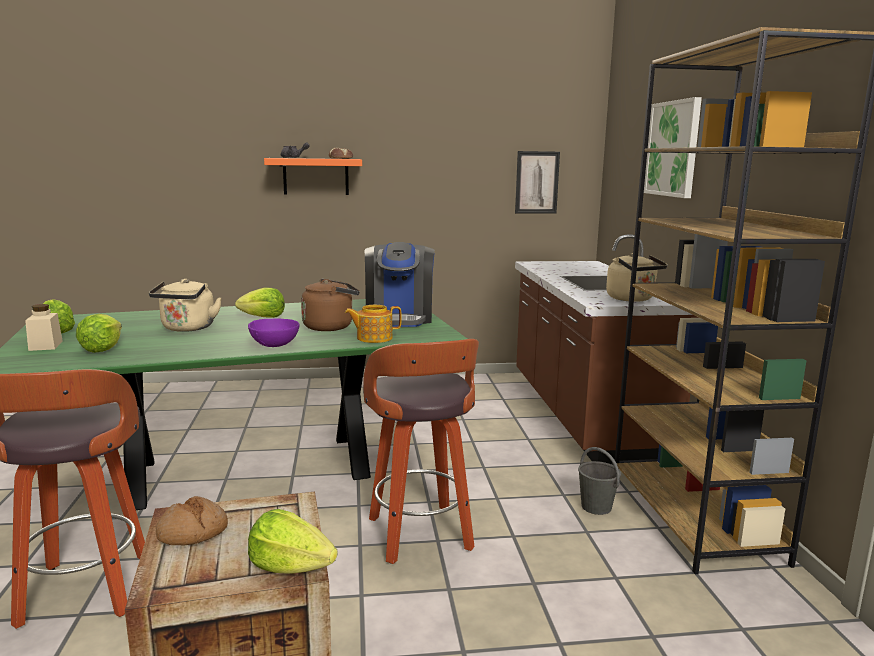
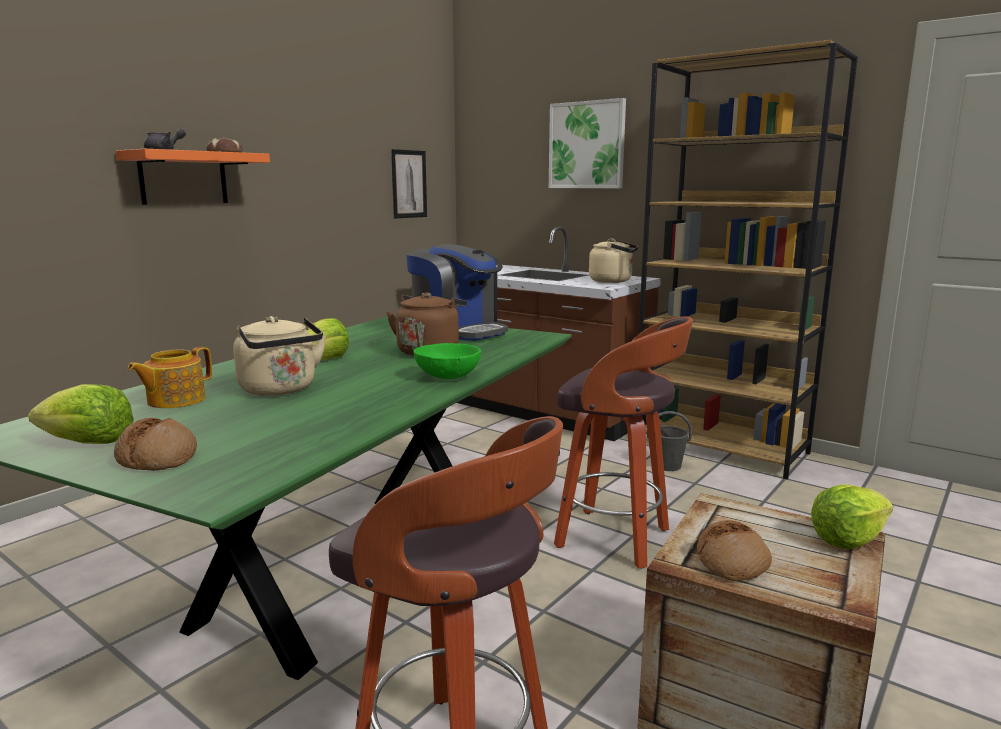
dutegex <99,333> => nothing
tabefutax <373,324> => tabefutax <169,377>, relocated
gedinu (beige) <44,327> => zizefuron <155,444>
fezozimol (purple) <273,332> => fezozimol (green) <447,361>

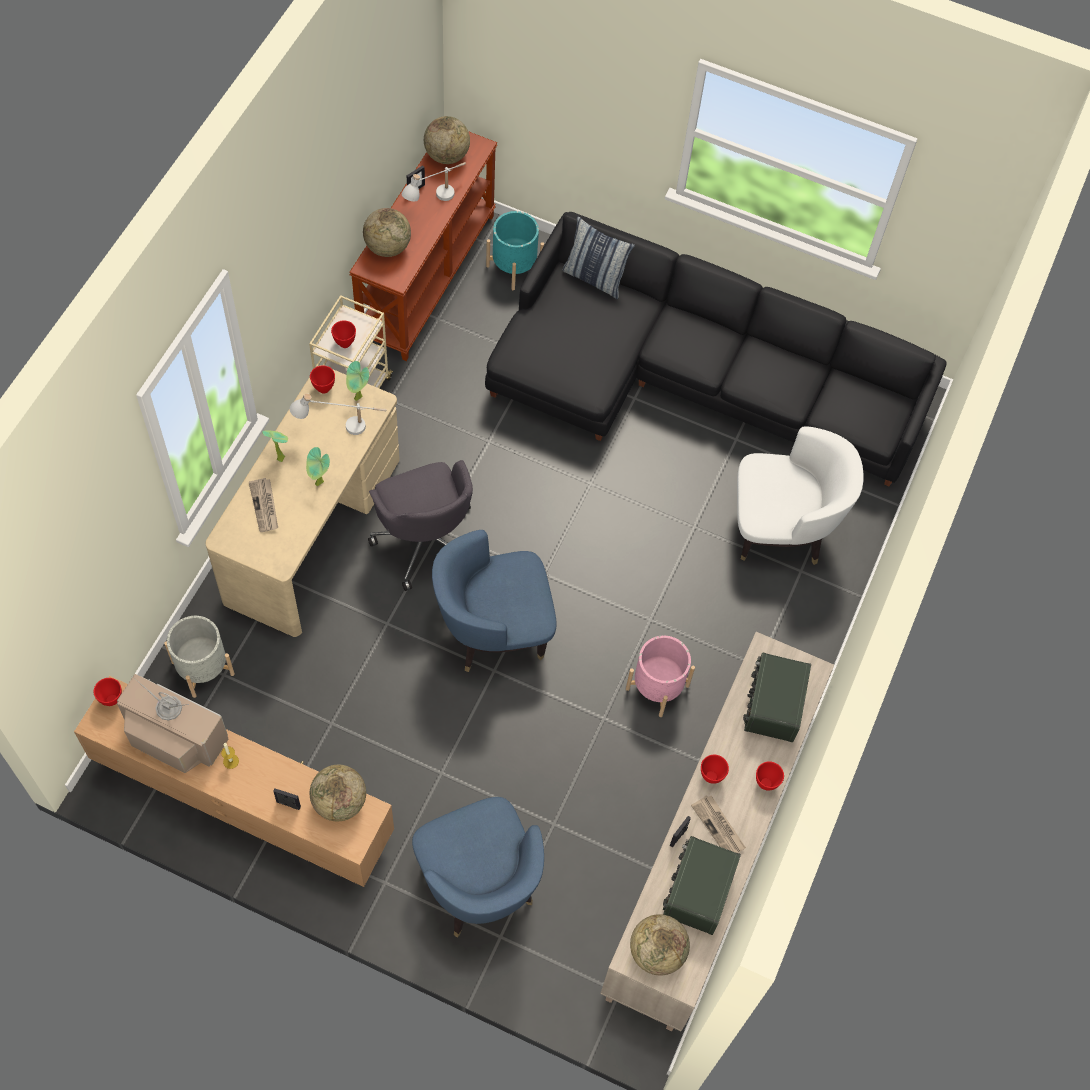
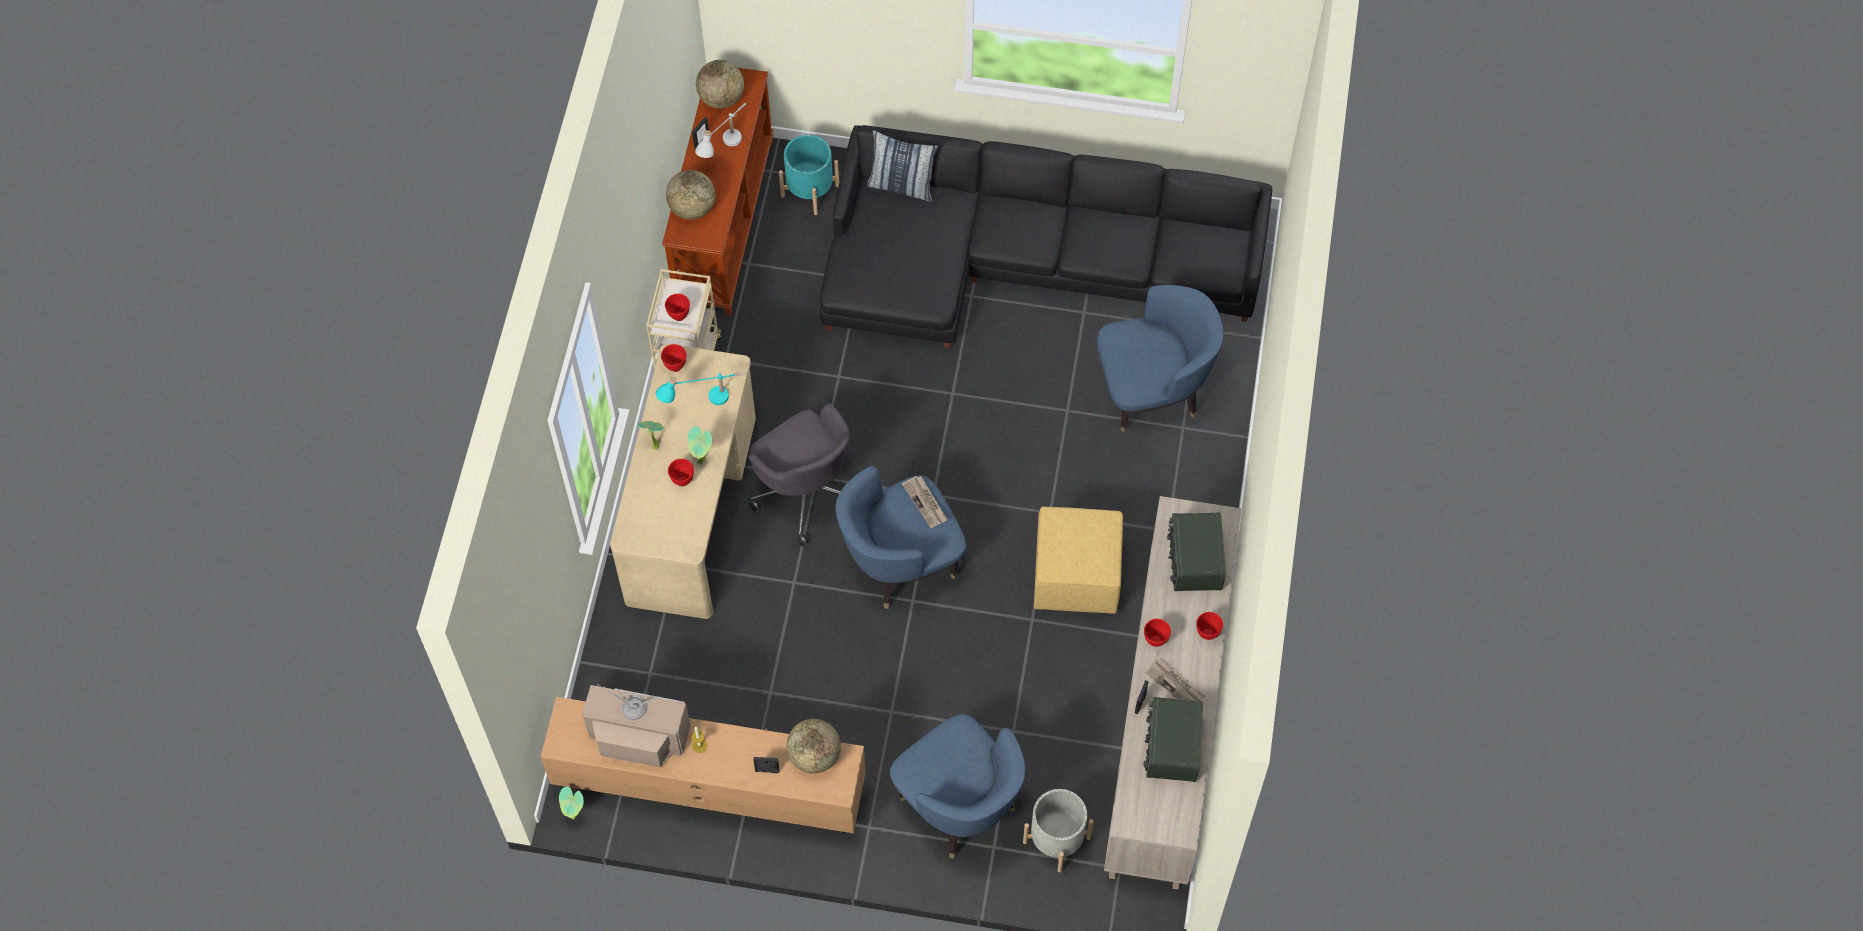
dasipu <660,945> => nothing
fezozimol (red) <108,692> => fezozimol (red) <681,472>, relocated
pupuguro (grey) <199,657> => pupuguro (grey) <1058,830>, relocated
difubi <263,505> => difubi <925,502>, relocated
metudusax <357,381> => metudusax <571,803>, relocated
pupuguro (pink) <660,676> => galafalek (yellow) <1078,560>
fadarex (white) <337,414> => fadarex (turquoise) <701,388>
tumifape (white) <800,495> => tumifape (blue) <1160,358>

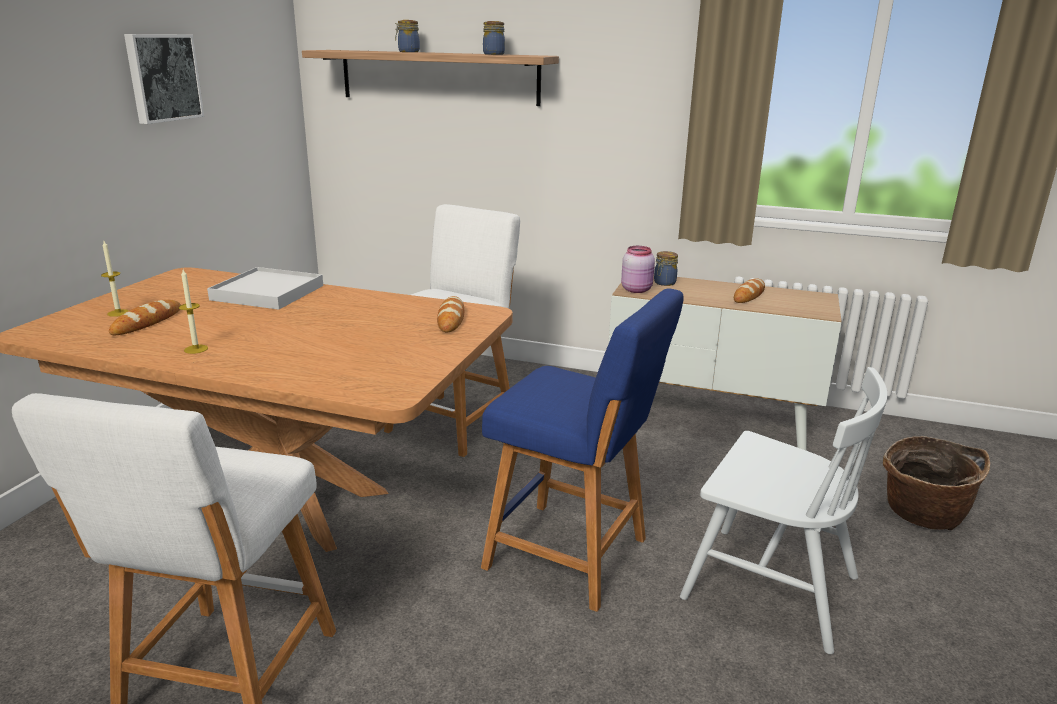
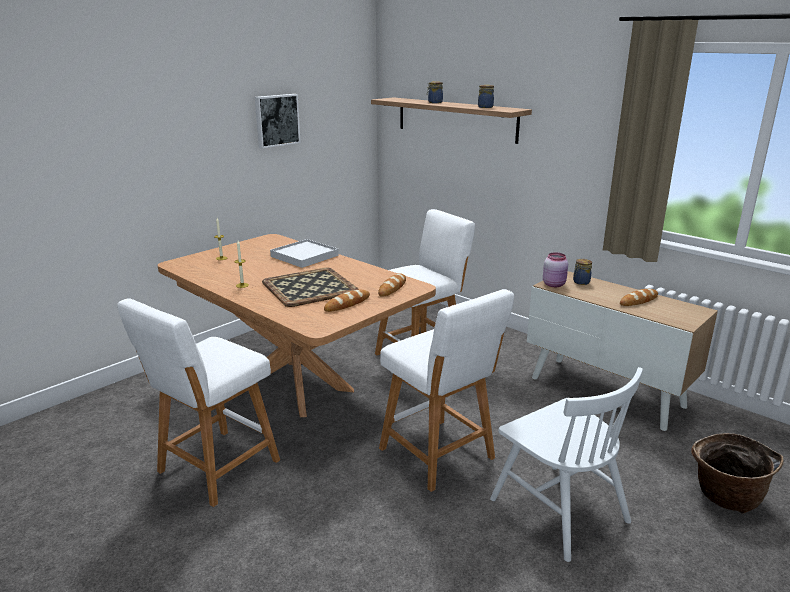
nothing => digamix <310,287>
zizefuron <145,317> => zizefuron <347,301>, relocated
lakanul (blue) <582,450> => lakanul (white) <446,390>

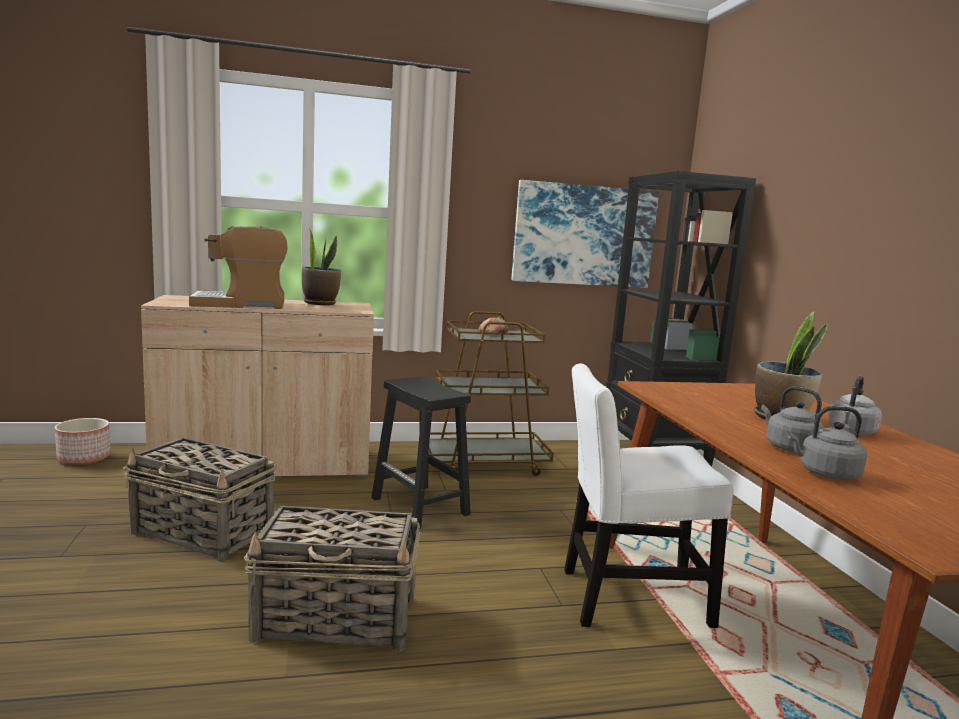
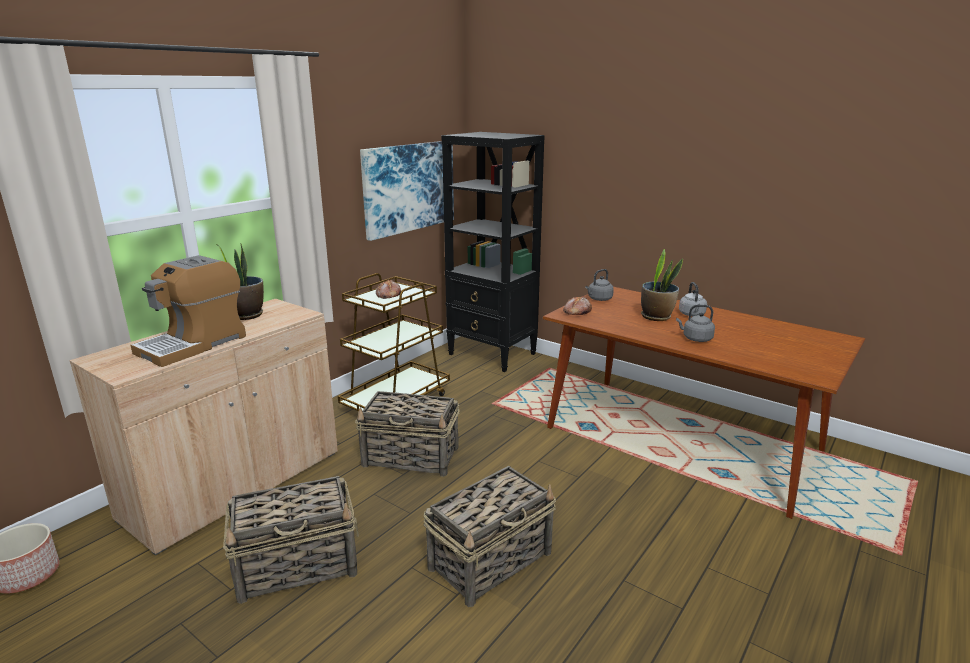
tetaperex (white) <648,496> => nothing
nothing => zizefuron <577,305>
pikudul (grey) <827,443> => pikudul (grey) <599,285>, relocated
lakanul (black) <421,452> => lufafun <407,434>

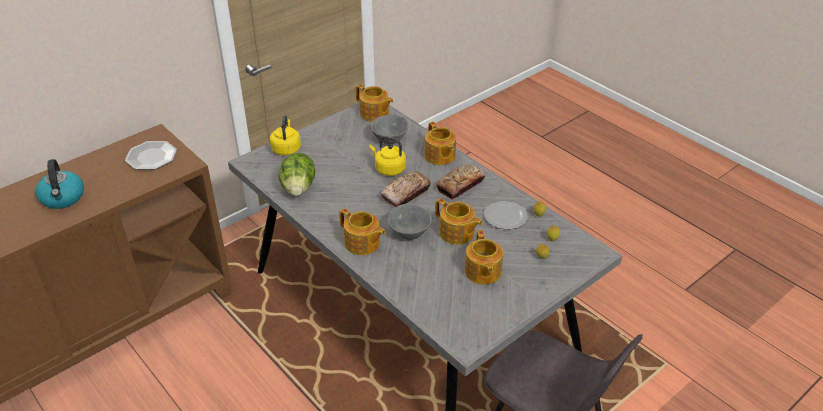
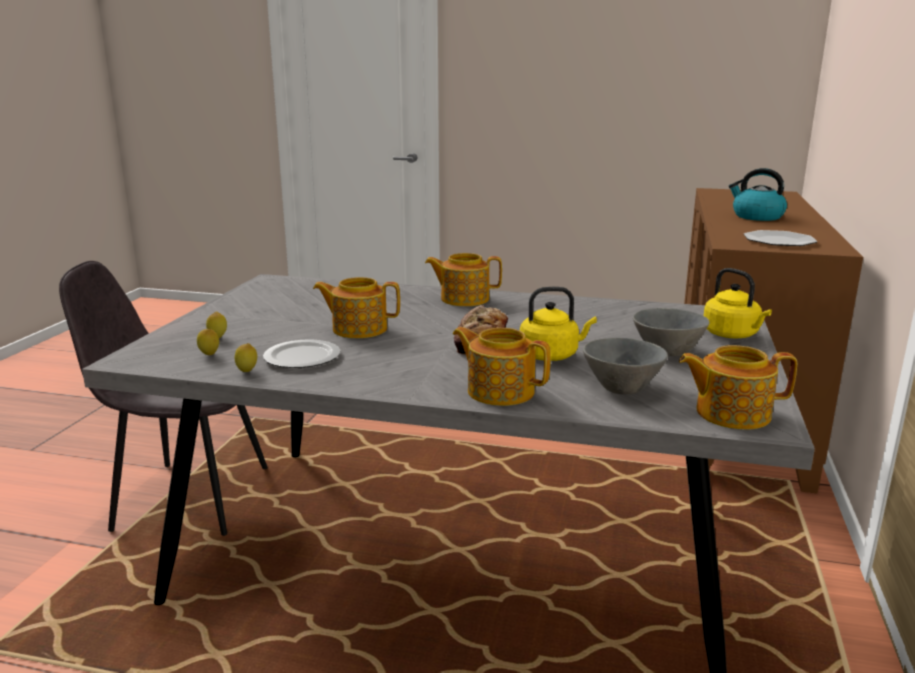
dutegex <296,174> => nothing
zizefuron <460,182> => nothing
tabefutax <484,257> => nothing
fezozimol (grey) <410,222> => fezozimol (grey) <671,332>, relocated

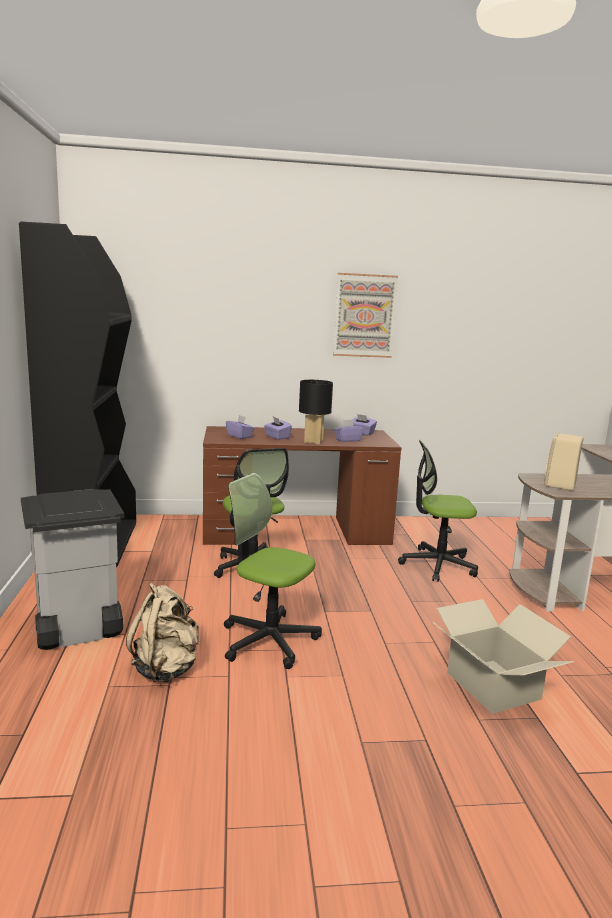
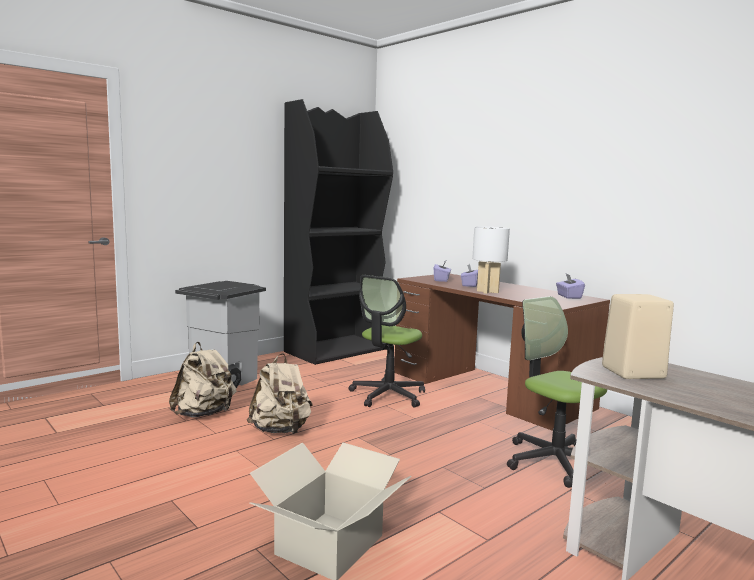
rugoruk <365,315> => nothing
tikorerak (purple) <349,431> => nothing
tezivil <273,571> => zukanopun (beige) <280,393>
fadarex (black) <316,412> => fadarex (white) <491,260>

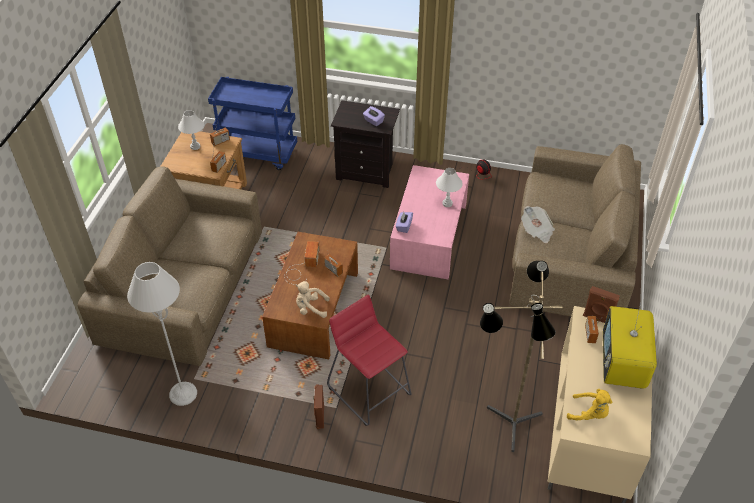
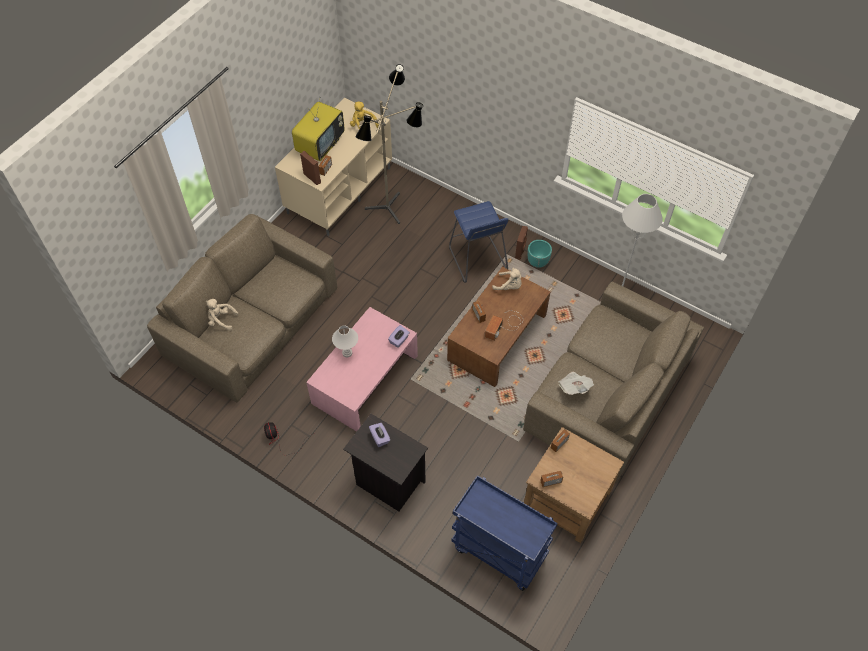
fadarex (white) <191,130> => nothing
nothing => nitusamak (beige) <222,315>
nothing => pupuguro (turquoise) <540,254>
difubi <538,224> => difubi <576,383>, relocated
lakanul (red) <369,360> => lakanul (blue) <478,242>

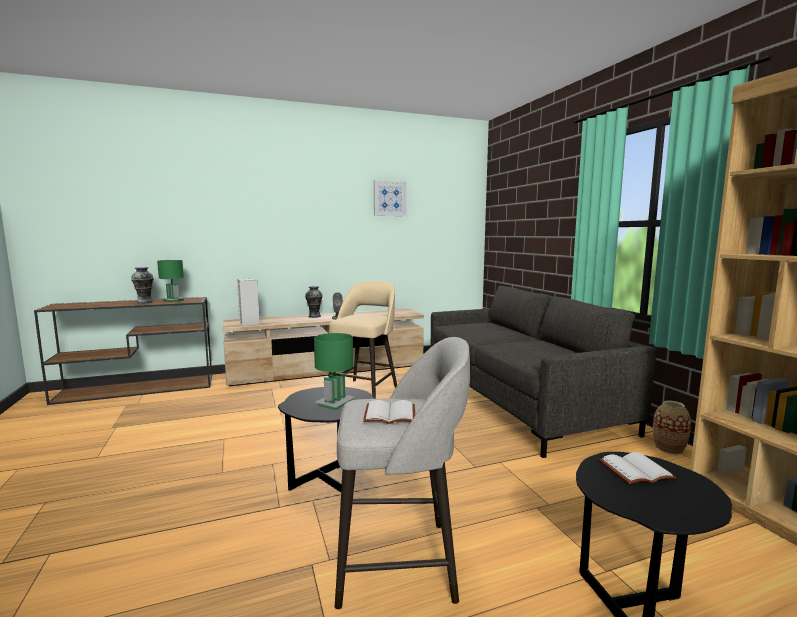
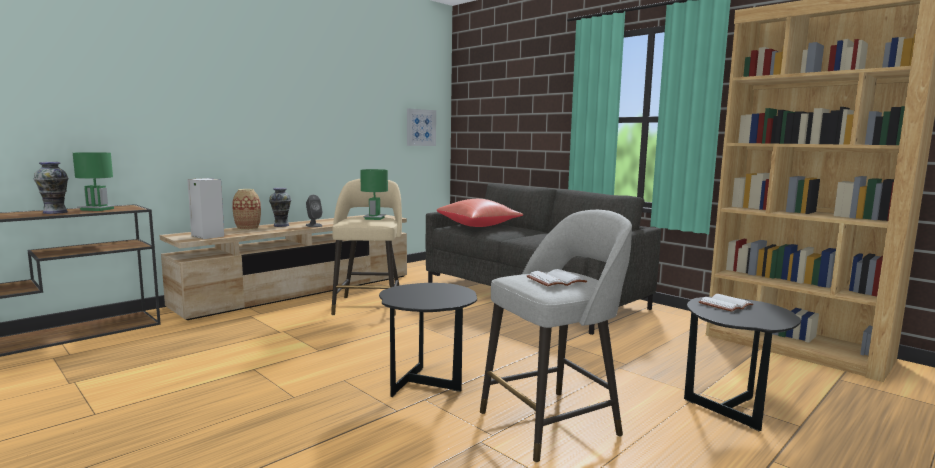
nothing => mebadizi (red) <480,213>
fadarex (green) <334,371> => fadarex (green) <374,194>, relocated
rugoruk <390,198> => rugoruk <421,127>, relocated
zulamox <672,427> => zulamox <246,209>, relocated

